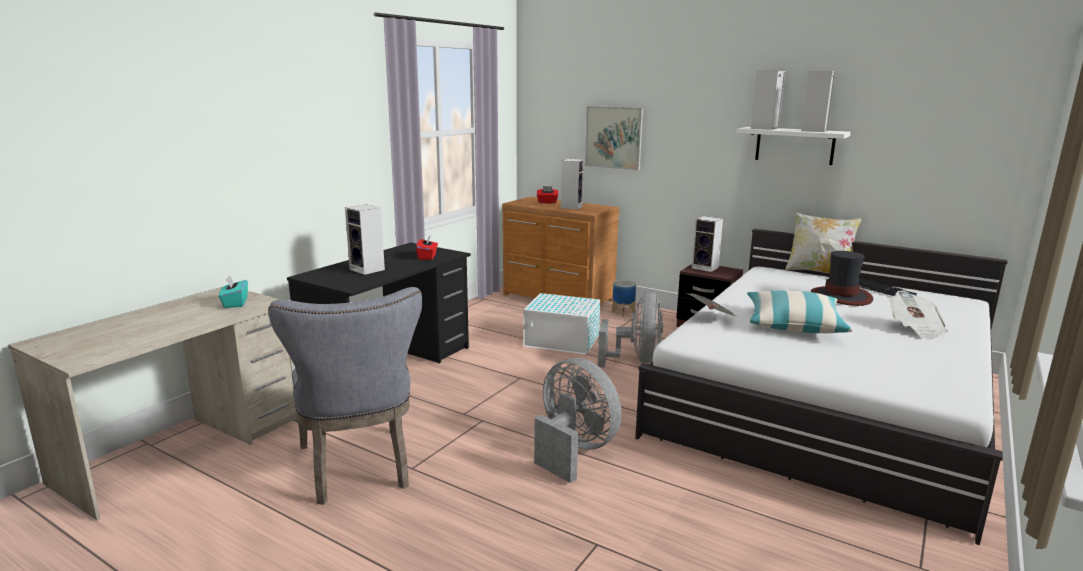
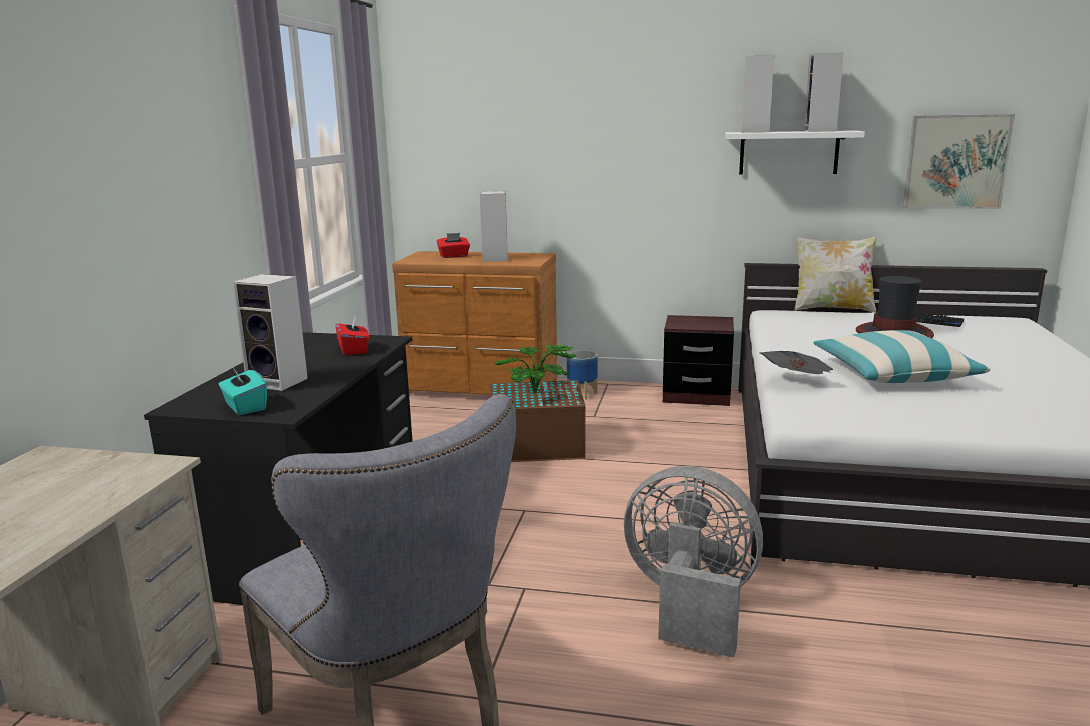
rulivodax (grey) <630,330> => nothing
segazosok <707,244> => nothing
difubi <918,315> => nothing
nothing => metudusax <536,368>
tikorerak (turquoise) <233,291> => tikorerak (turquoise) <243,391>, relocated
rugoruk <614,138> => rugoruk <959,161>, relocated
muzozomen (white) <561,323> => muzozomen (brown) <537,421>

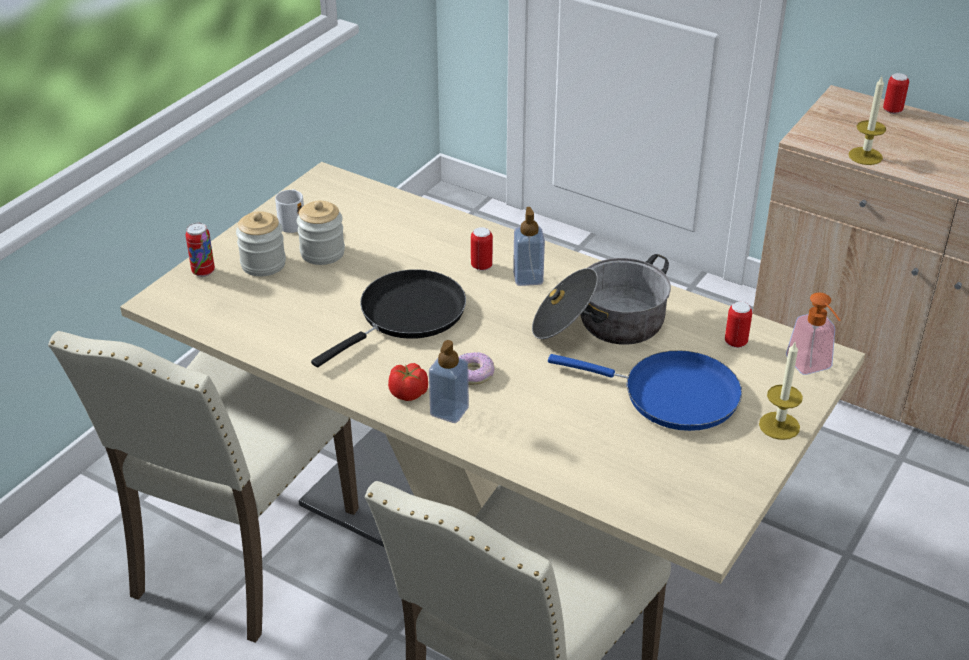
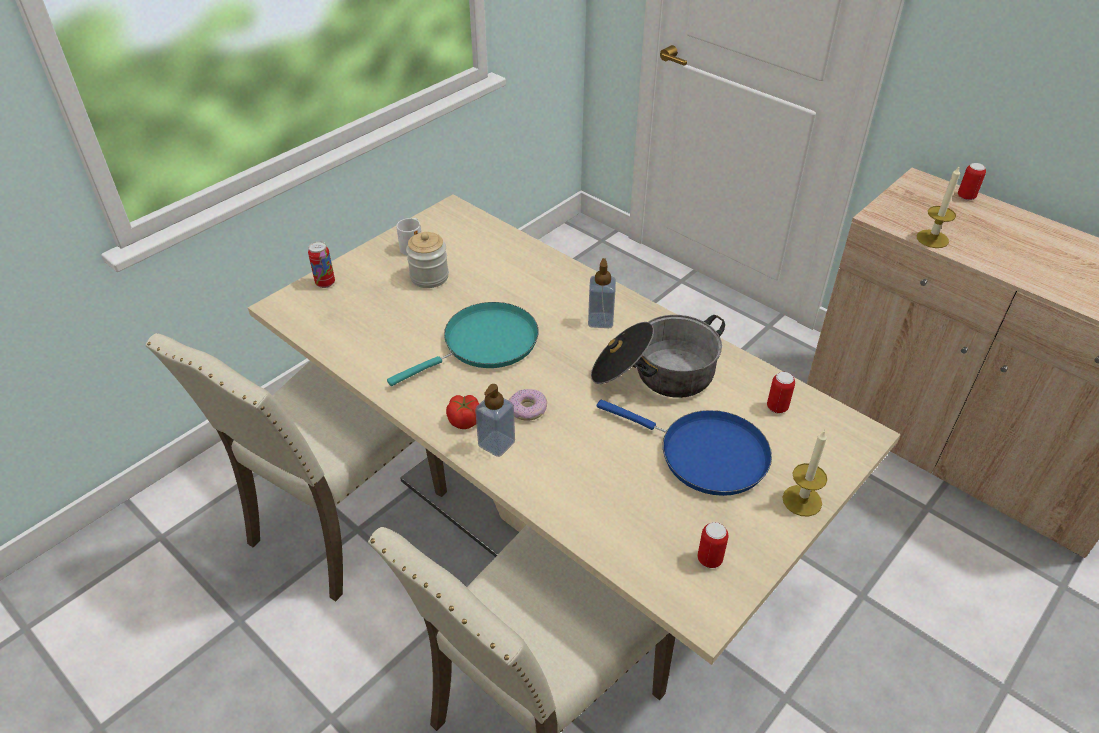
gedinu <261,243> => nothing
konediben <813,333> => nothing
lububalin <482,249> => lububalin <713,545>, relocated
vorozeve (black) <388,318> => vorozeve (turquoise) <463,344>

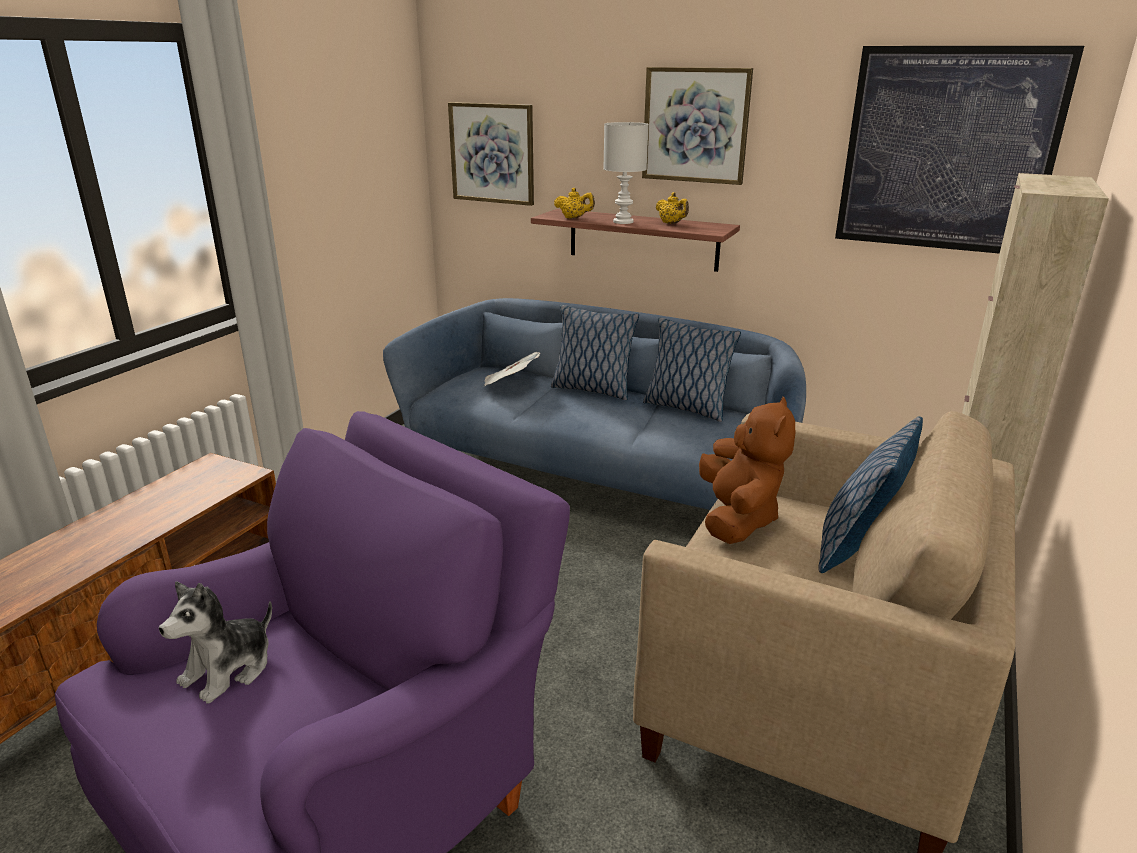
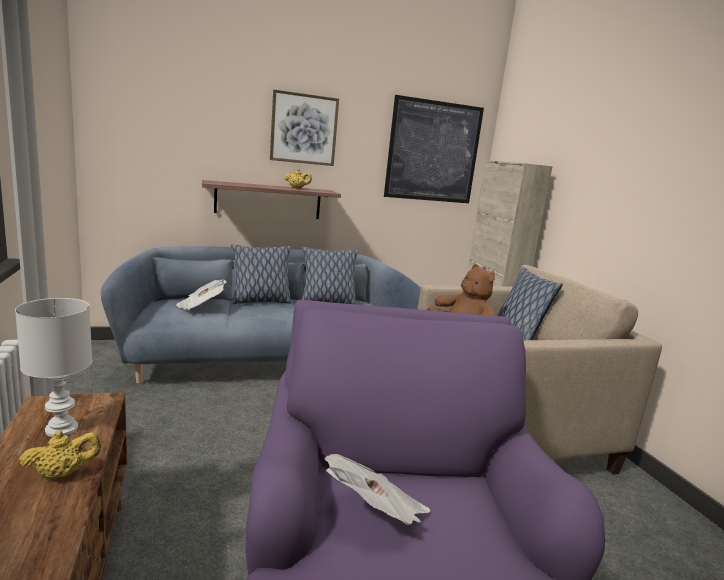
rugoruk <491,154> => nothing
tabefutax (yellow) <574,203> => tabefutax (yellow) <60,455>, relocated
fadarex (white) <626,173> => fadarex (white) <53,367>, relocated
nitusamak <215,643> => difubi <377,489>

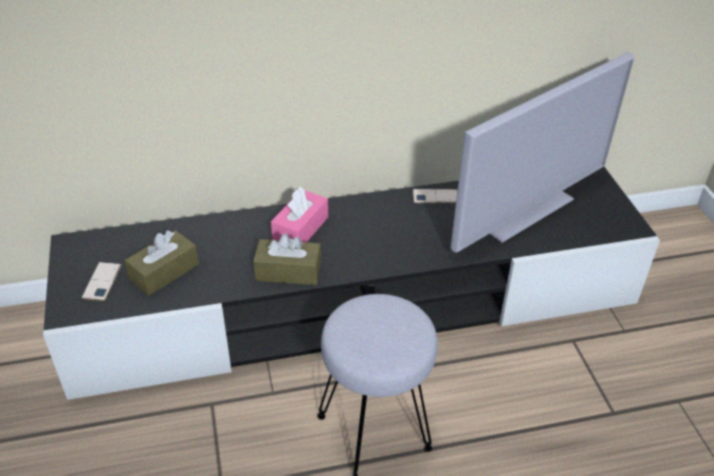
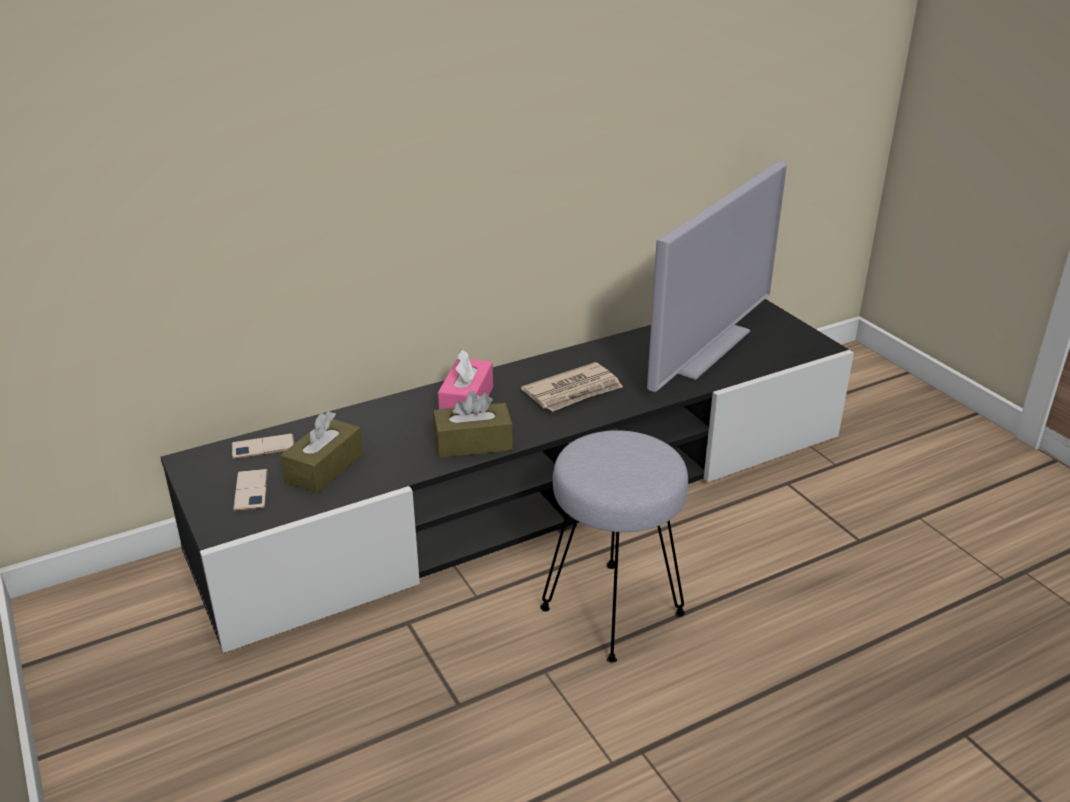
nothing => difubi <572,387>
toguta <435,196> => toguta <262,446>, relocated

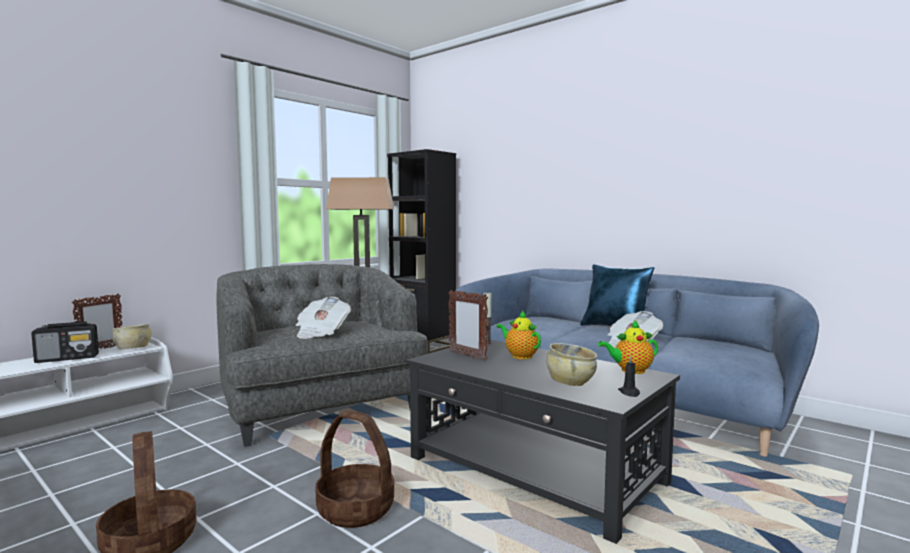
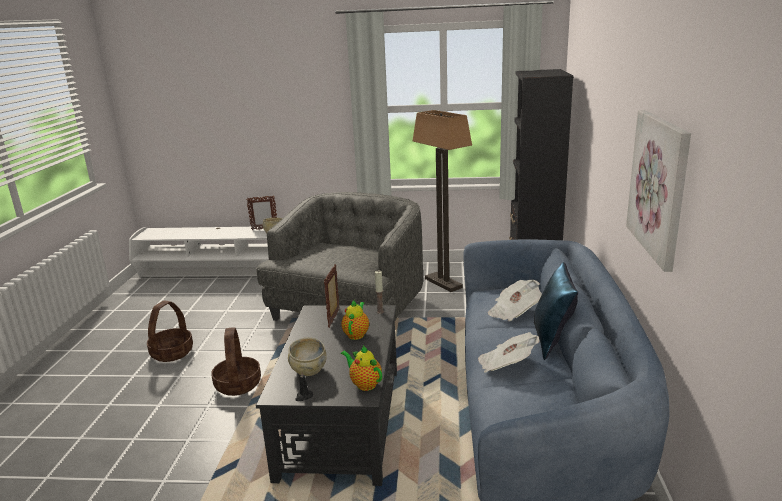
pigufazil <65,342> => nothing
nothing => rugoruk <658,191>
difubi <323,318> => difubi <515,300>, relocated

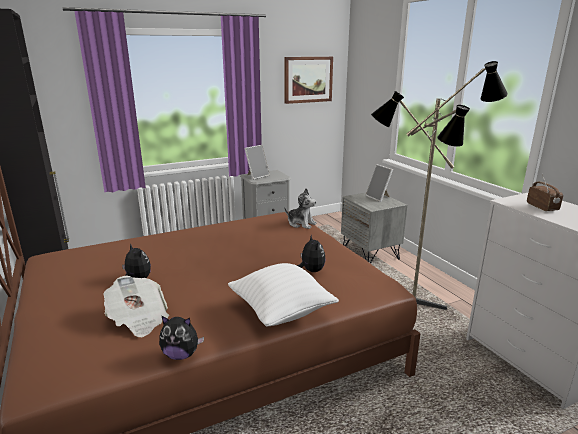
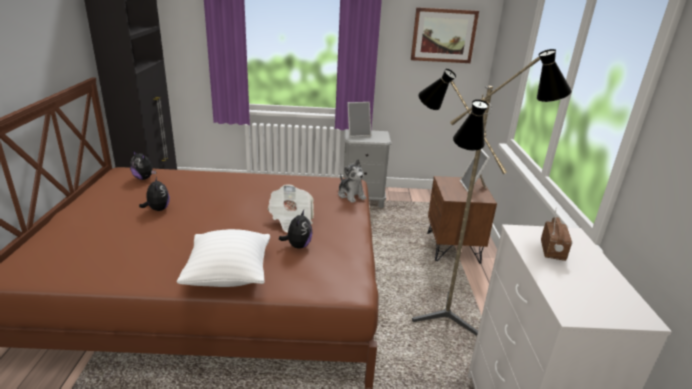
difubi <136,306> => difubi <291,208>, relocated
nitusamak <181,338> => nitusamak <143,165>, relocated
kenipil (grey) <374,228> => kenipil (brown) <462,220>

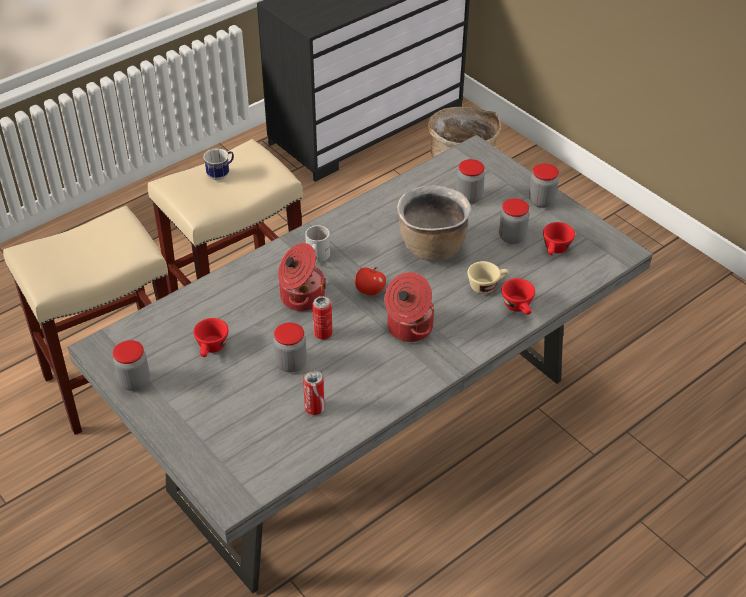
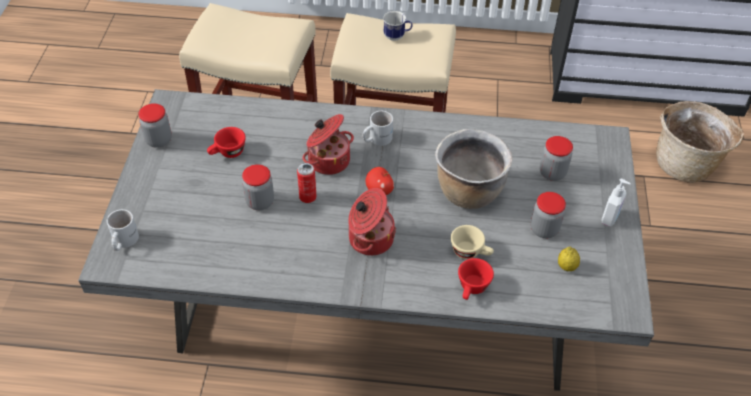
lububalin <314,392> => nothing
nothing => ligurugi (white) <123,230>
gedinu <544,185> => konediben <616,203>
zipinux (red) <559,238> => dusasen <569,259>

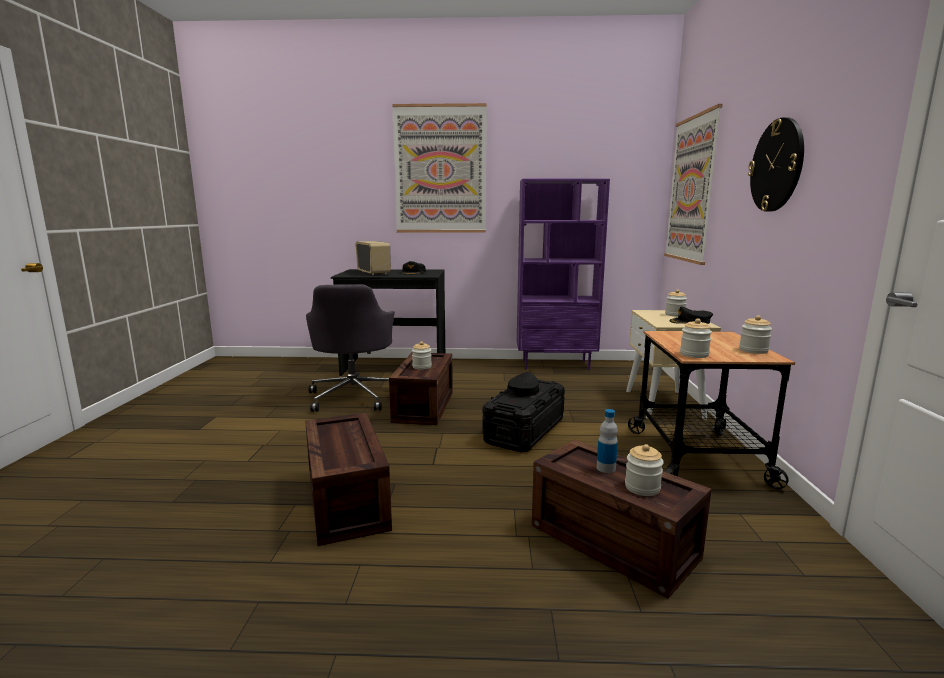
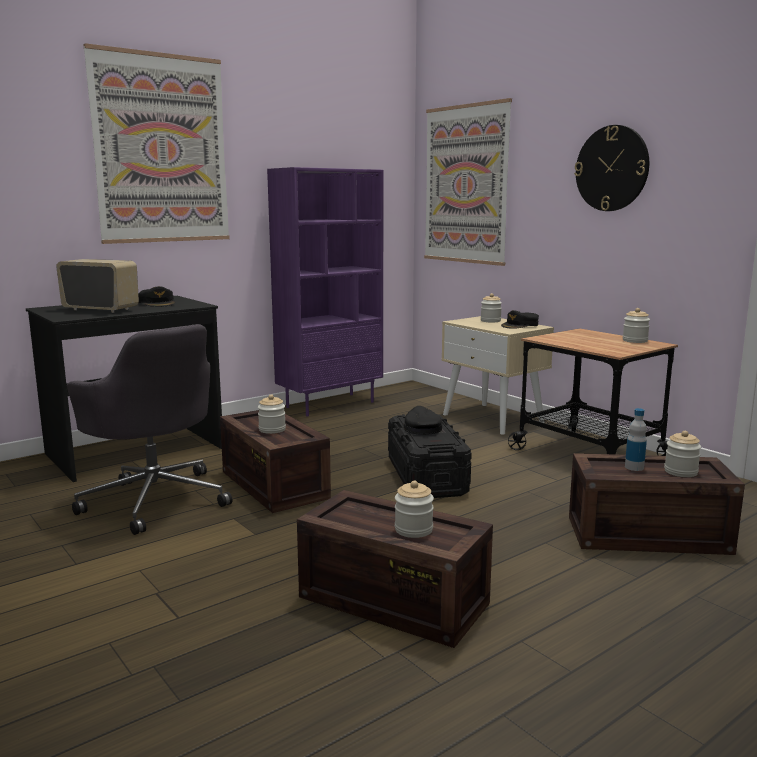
gedinu <696,338> => gedinu <414,509>, relocated

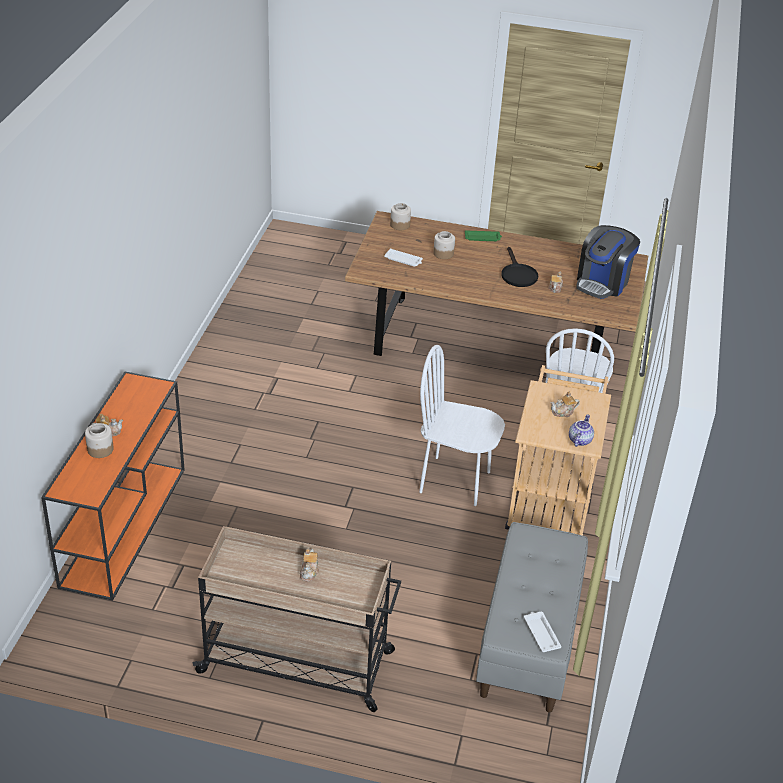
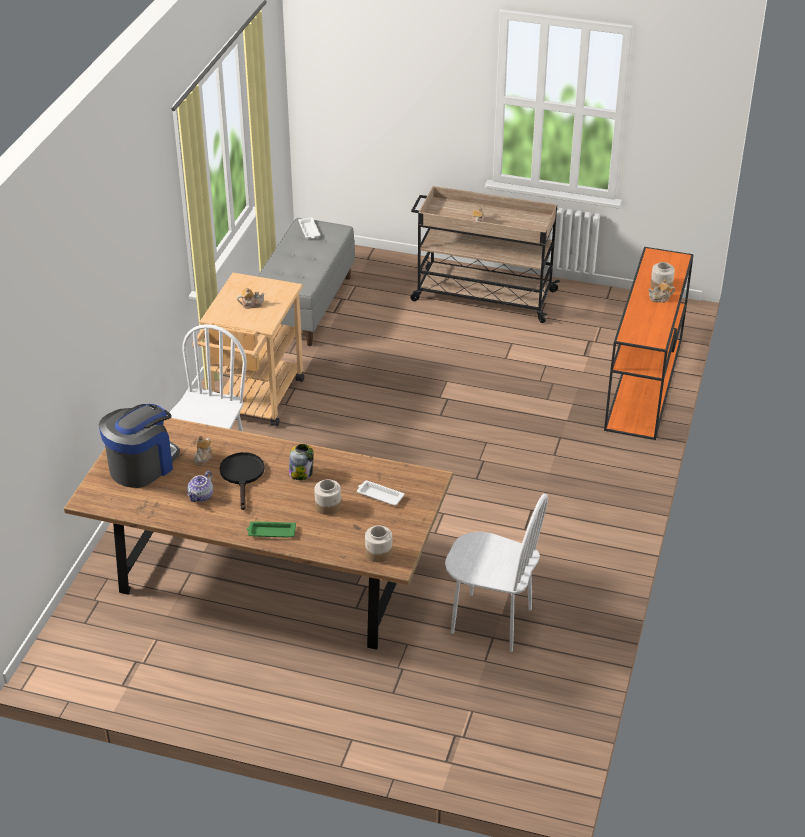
nothing => gedinu <301,462>
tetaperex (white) <462,425> => tetaperex (white) <496,572>, relocated
tabefutax <581,430> => tabefutax <200,486>, relocated

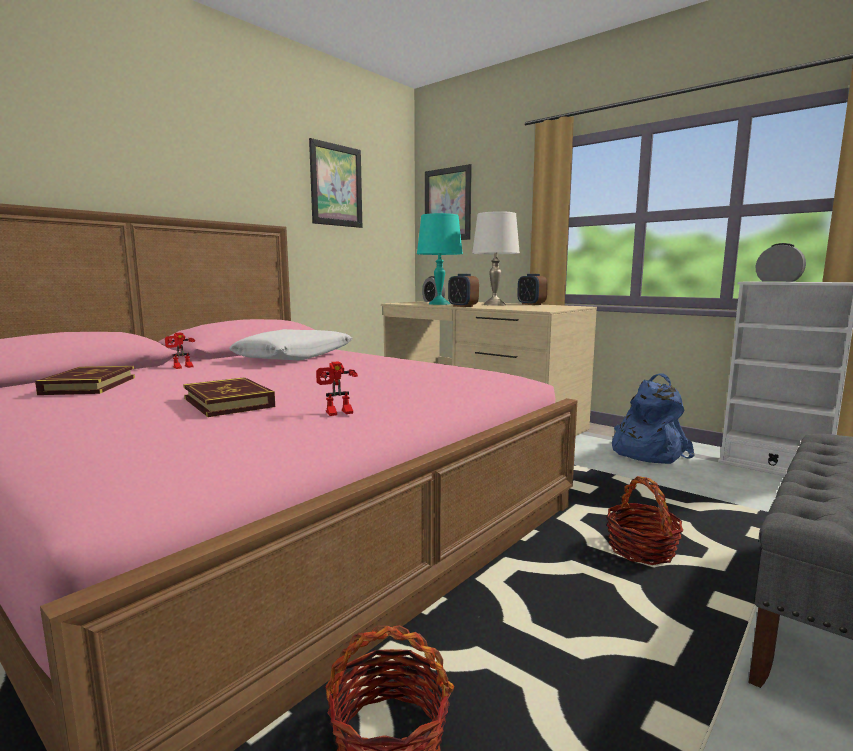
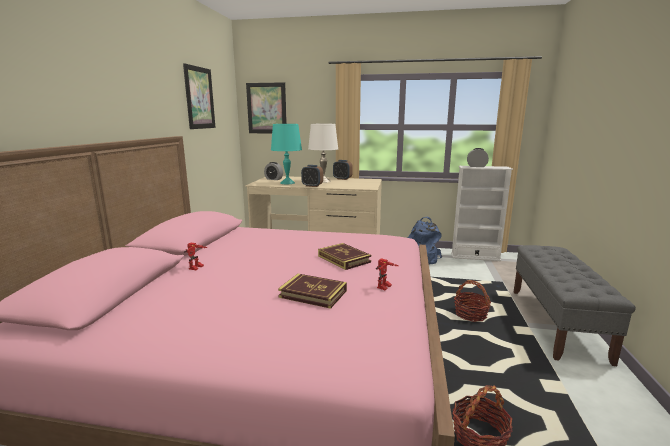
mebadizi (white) <291,344> => nothing
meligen <85,380> => meligen <344,256>, relocated

